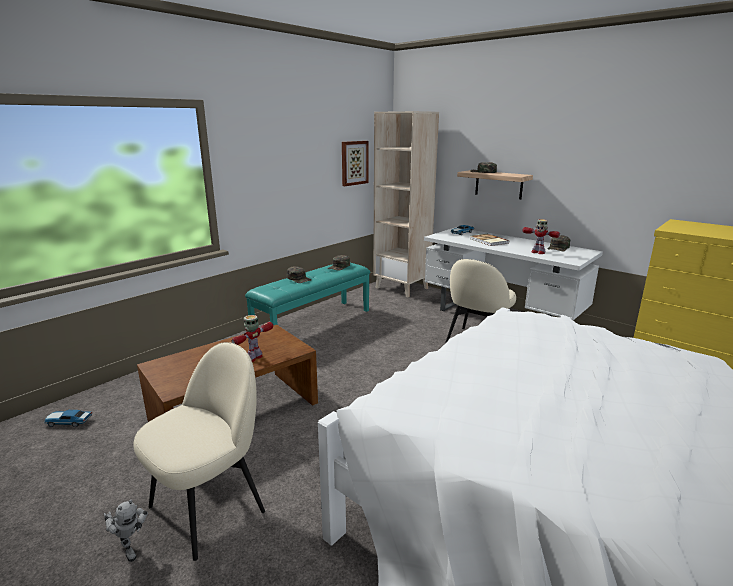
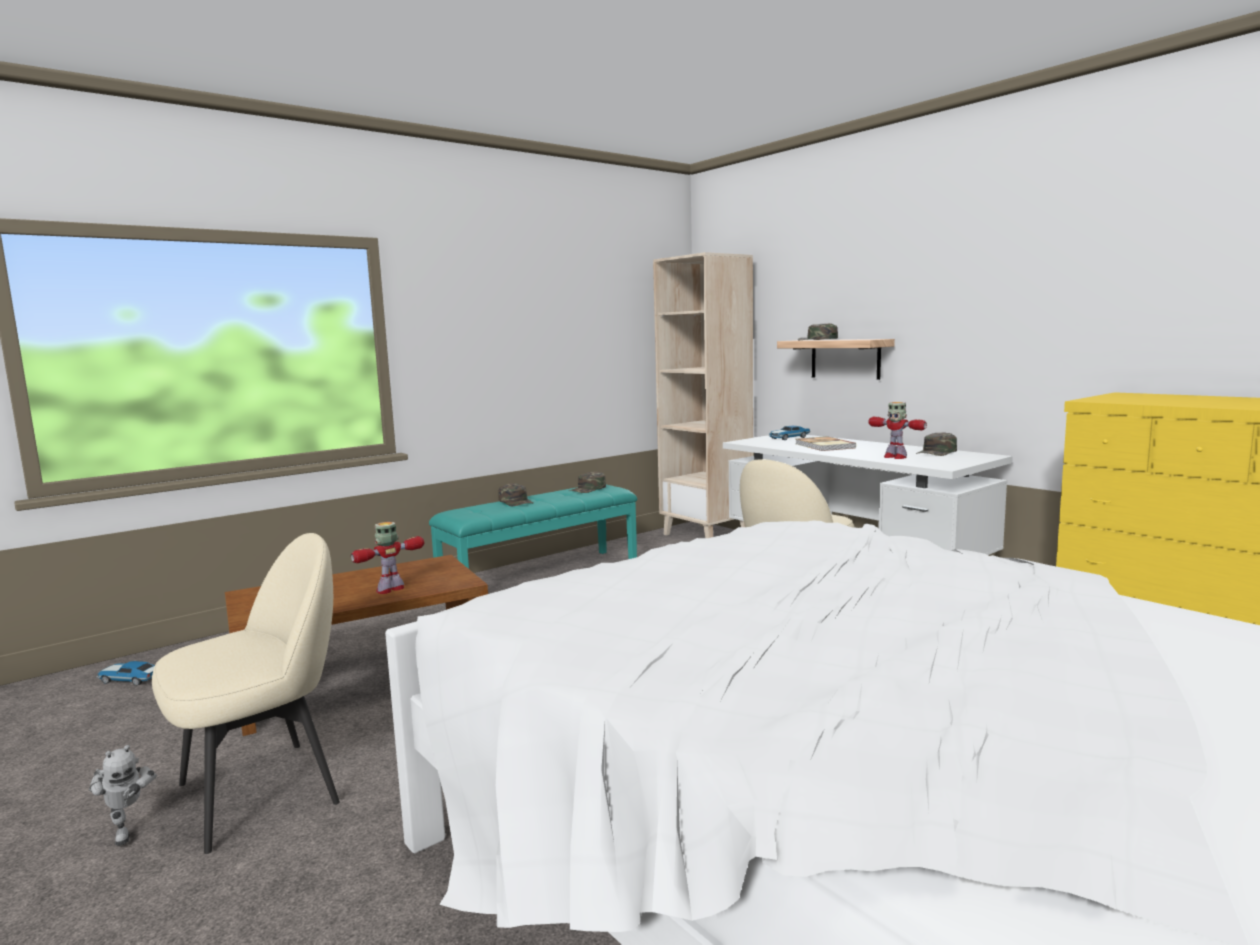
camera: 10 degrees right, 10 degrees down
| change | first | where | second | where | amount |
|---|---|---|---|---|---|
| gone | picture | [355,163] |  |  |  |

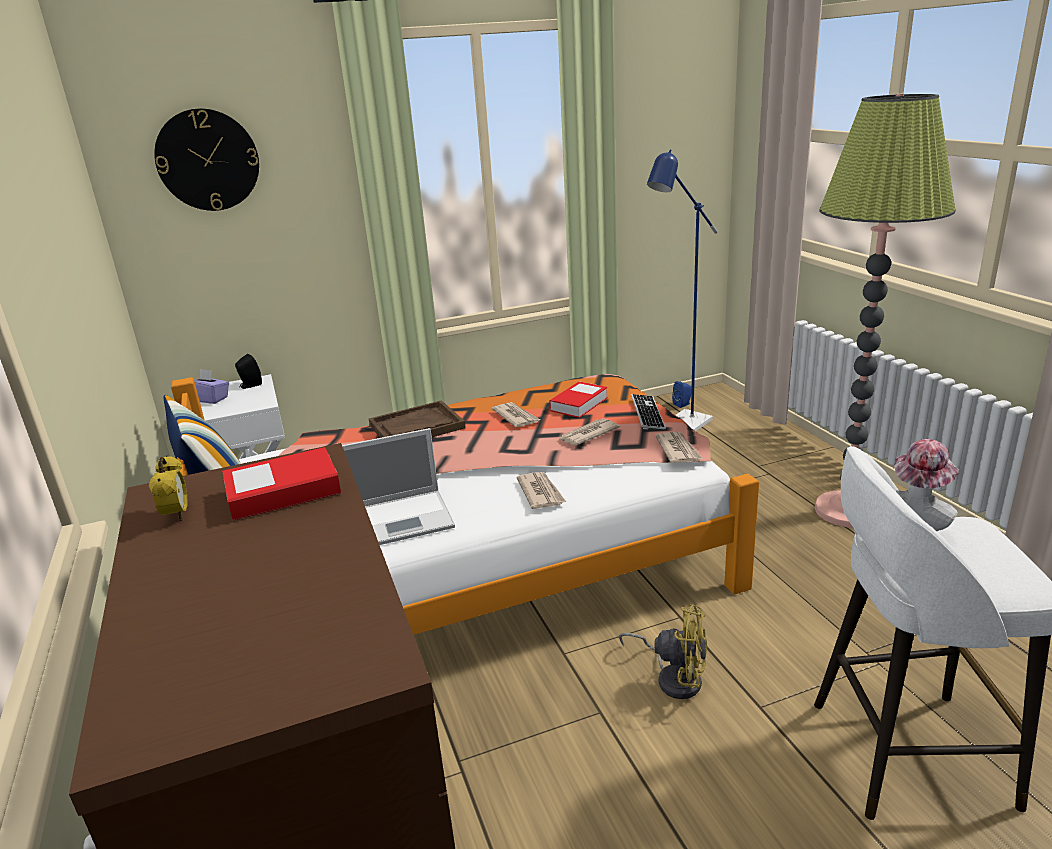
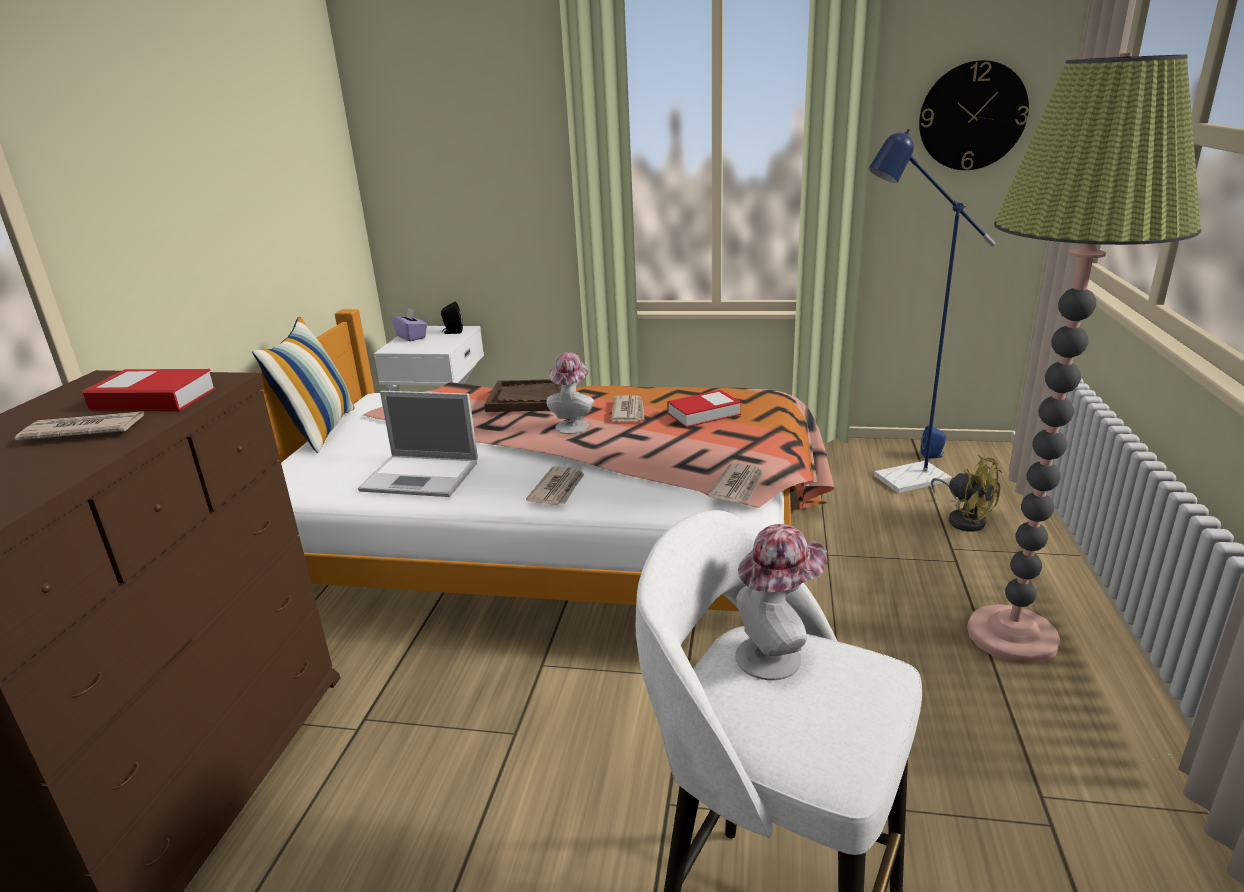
camera: 30 degrees right, 0 degrees up
| change | first | where | second | where | amount |
|---|---|---|---|---|---|
| gone | alarm clock | [168,488] |  |  |  |
| gone | keyboard | [648,412] |  |  |  |
| new |  |  | hat | [570,393] |  |
| shifted | wall clock | [206,159] |  | [974,115] |  |
| shifted | newspaper | [589,431] |  | [79,426] |  |
| shifted | fan/yellow | [663,651] |  | [967,493] |  |

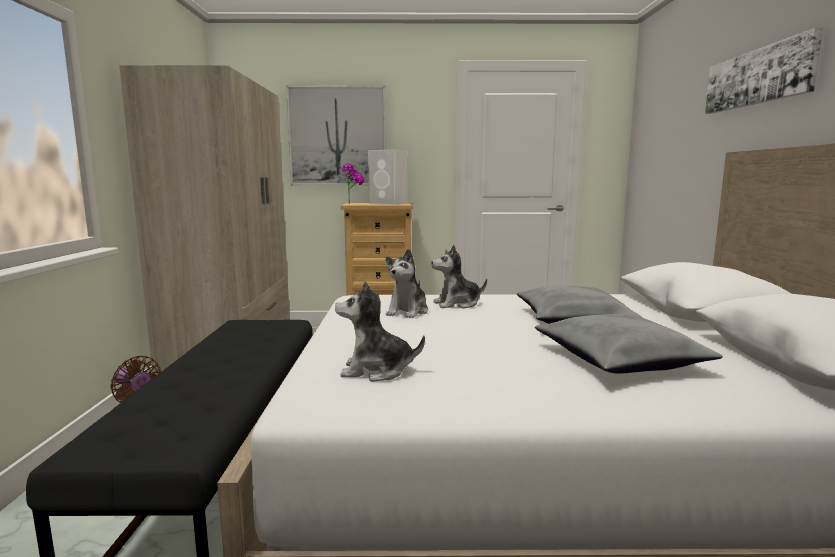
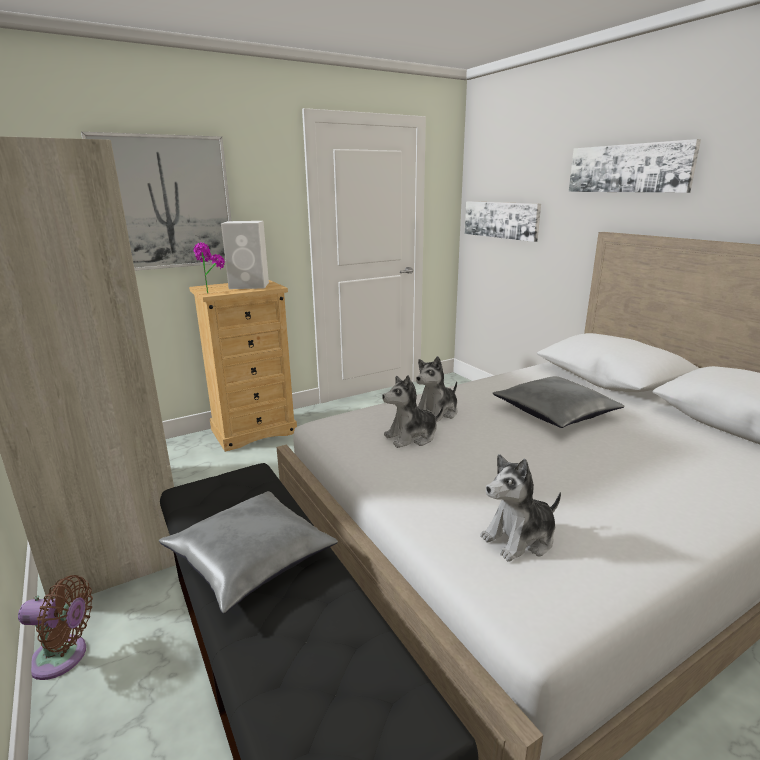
camera: 30 degrees left, 10 degrees up
| change | first | where | second | where | amount |
|---|---|---|---|---|---|
| new |  |  | picture | [503,221] |  |
| shifted | pillow/grey | [629,344] |  | [248,552] |  |
| rotated | plush toy | [407,283] |  | [412,411] | 75 degrees clockwise |

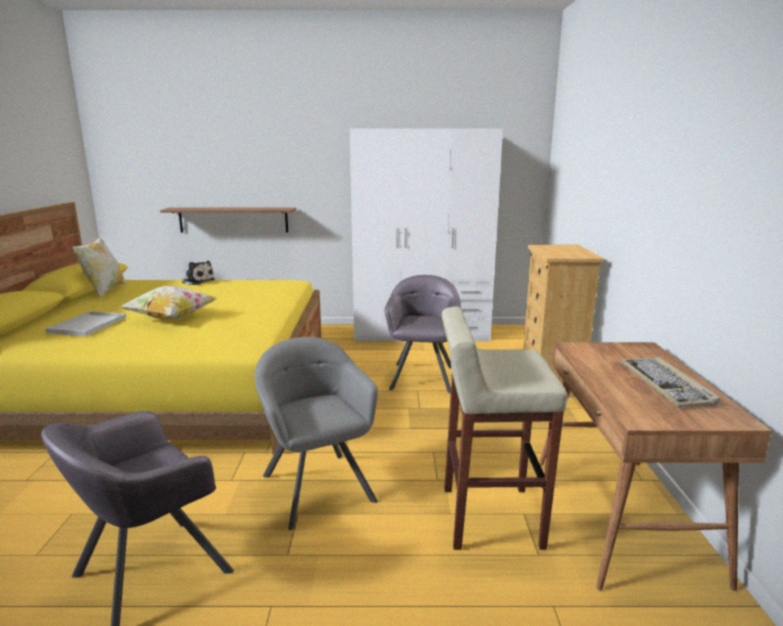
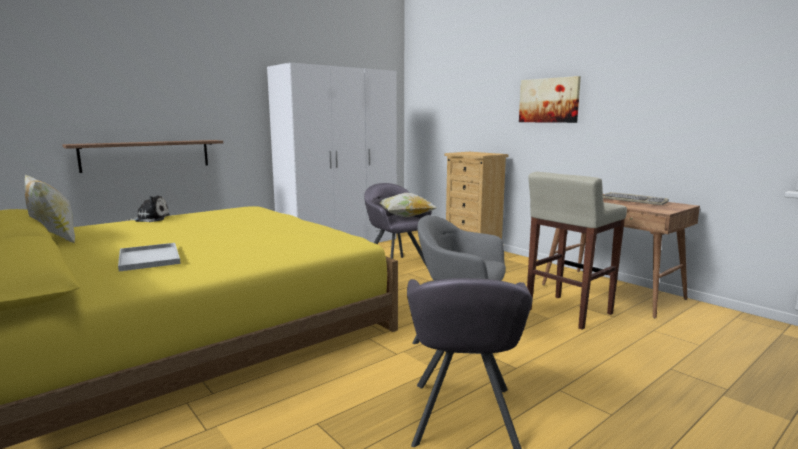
camera: 40 degrees left, 5 degrees down
| change | first | where | second | where | amount |
|---|---|---|---|---|---|
| new |  |  | picture | [550,99] |  |
| shifted | pillow | [168,303] |  | [408,205] |  |

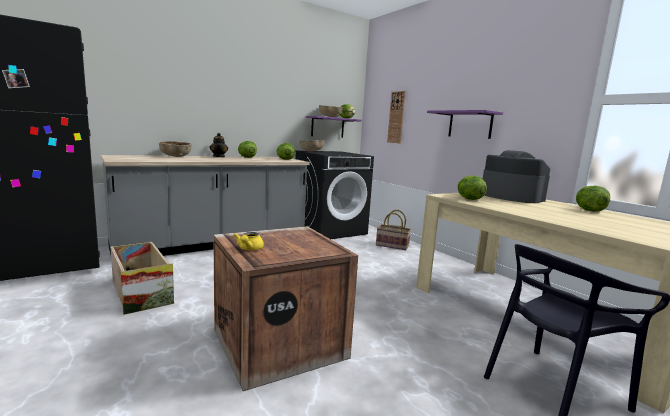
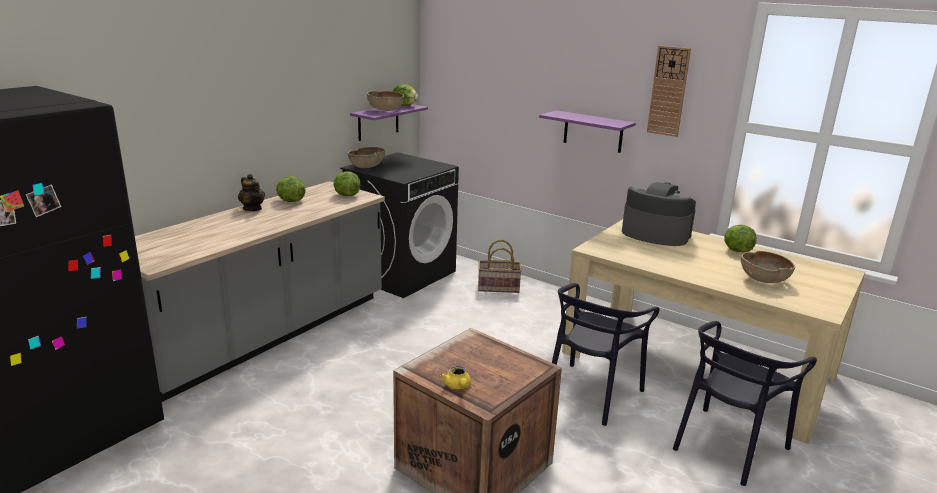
camera: 20 degrees left, 10 degrees up
| change | first | where | second | where | amount |
|---|---|---|---|---|---|
| gone | crate | [142,278] |  |  |  |
| gone | lettuce | [472,188] |  |  |  |
| new |  |  | chair/black | [605,354] |  |
| shifted | bowl/brown | [175,149] |  | [768,267] |  |
| shifted | wall clock | [396,117] |  | [669,91] |  |

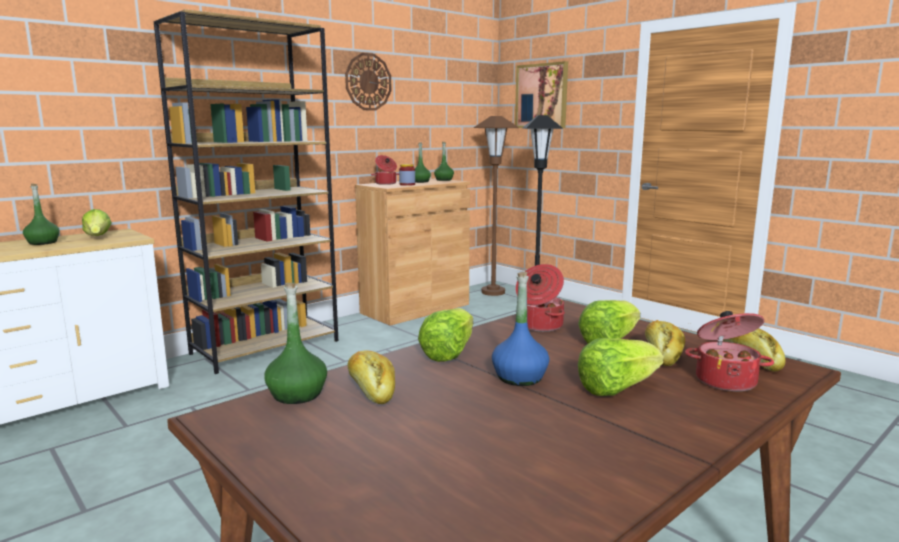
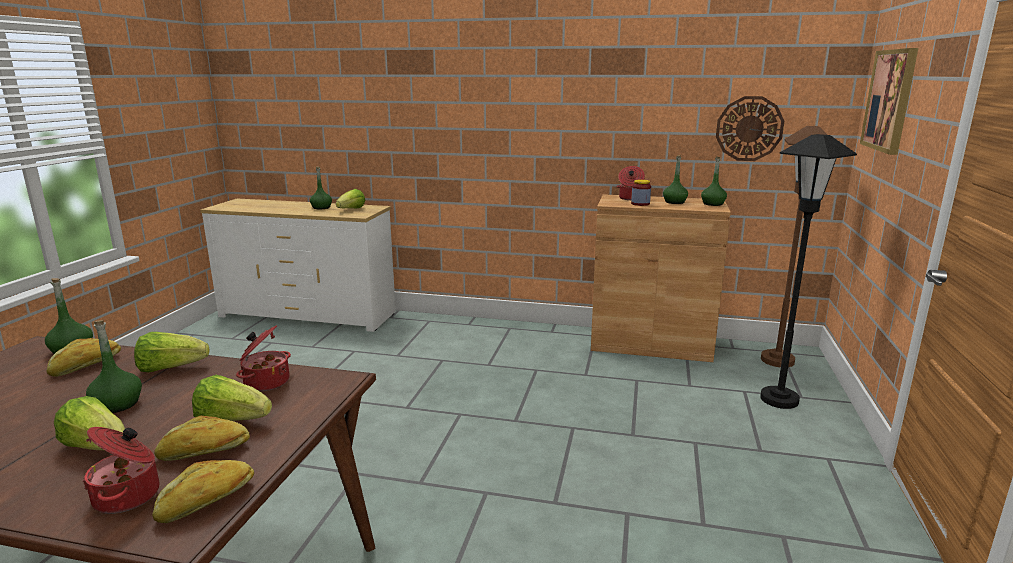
camera: 55 degrees right, 5 degrees up
| change | first | where | second | where | amount |
|---|---|---|---|---|---|
| gone | bookcase/brown | [246,191] |  |  |  |
| shifted | wall clock | [368,82] |  | [750,128] |  |
| repainted | bottle/blue | [520,329] | bottle/green | [114,366] |  |

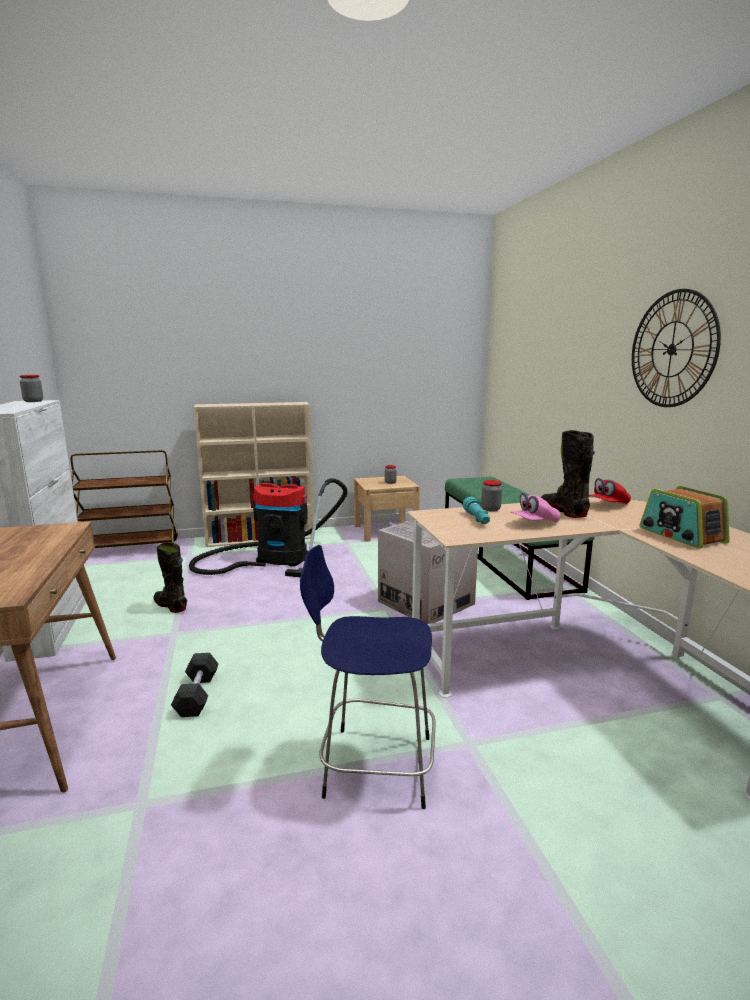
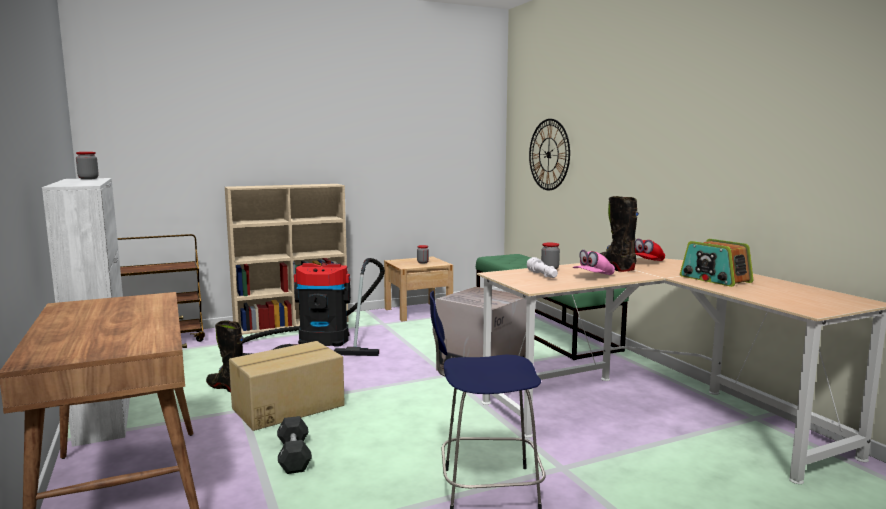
camera: 10 degrees left, 5 degrees down
| change | first | where | second | where | amount |
|---|---|---|---|---|---|
| new |  |  | cardboard box | [287,386] |  |
| shifted | wall clock | [676,348] |  | [549,154] |  |
| repainted | flashlight/turquoise | [476,510] | flashlight/white | [542,267] |  |

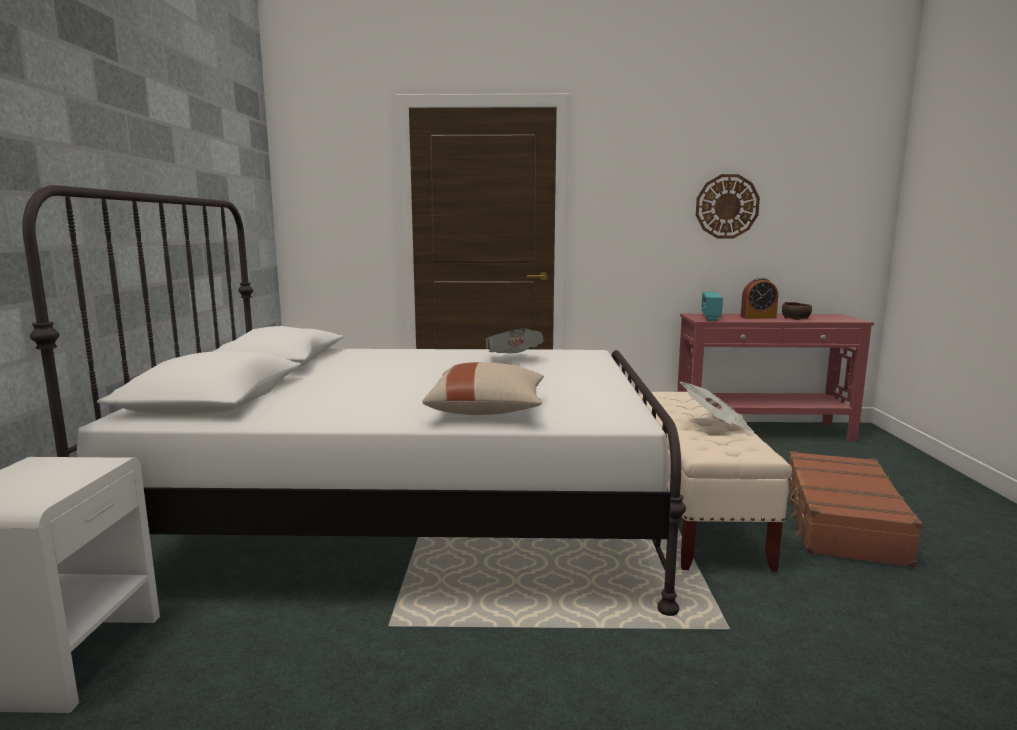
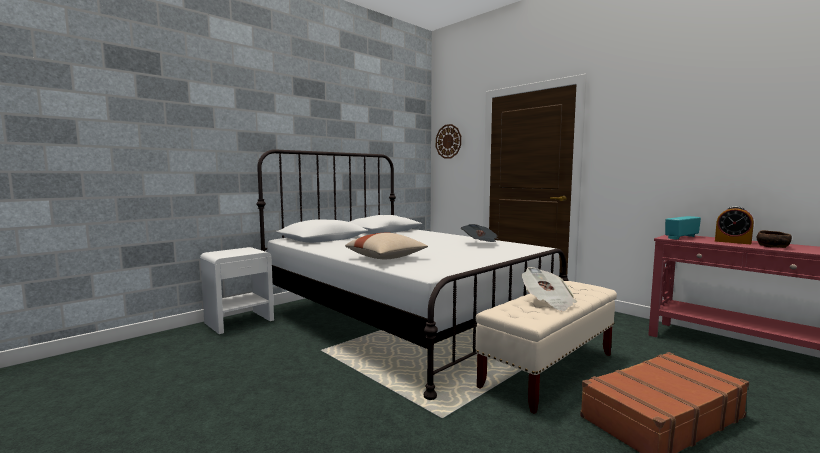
camera: 45 degrees right, 5 degrees down
| change | first | where | second | where | amount |
|---|---|---|---|---|---|
| shifted | wall clock | [728,206] |  | [448,141] |  |

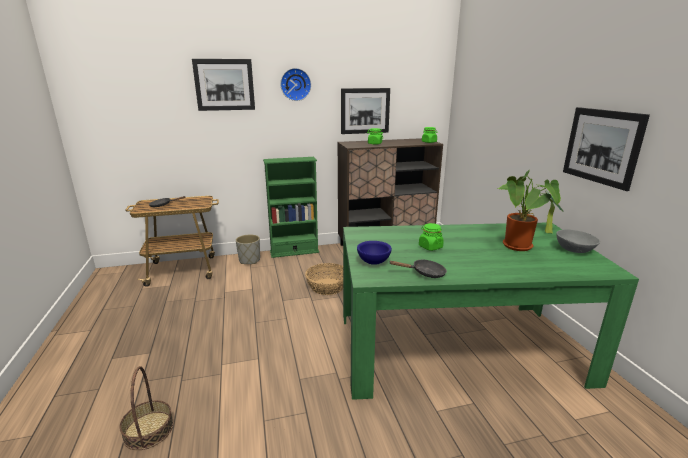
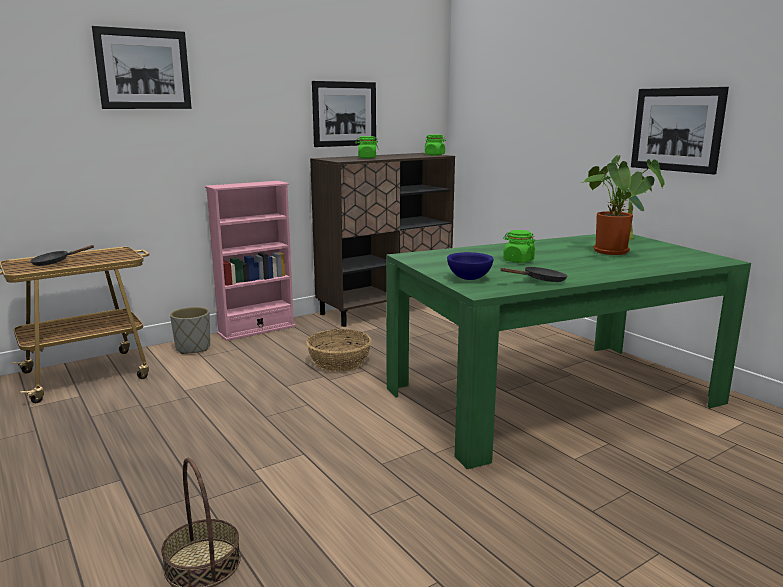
camera: 20 degrees left, 5 degrees down
| change | first | where | second | where | amount |
|---|---|---|---|---|---|
| gone | wall clock | [295,84] |  |  |  |
| gone | bowl/grey | [578,241] |  |  |  |
| repainted | bookcase/green | [291,207] | bookcase/pink | [250,261] |  |

